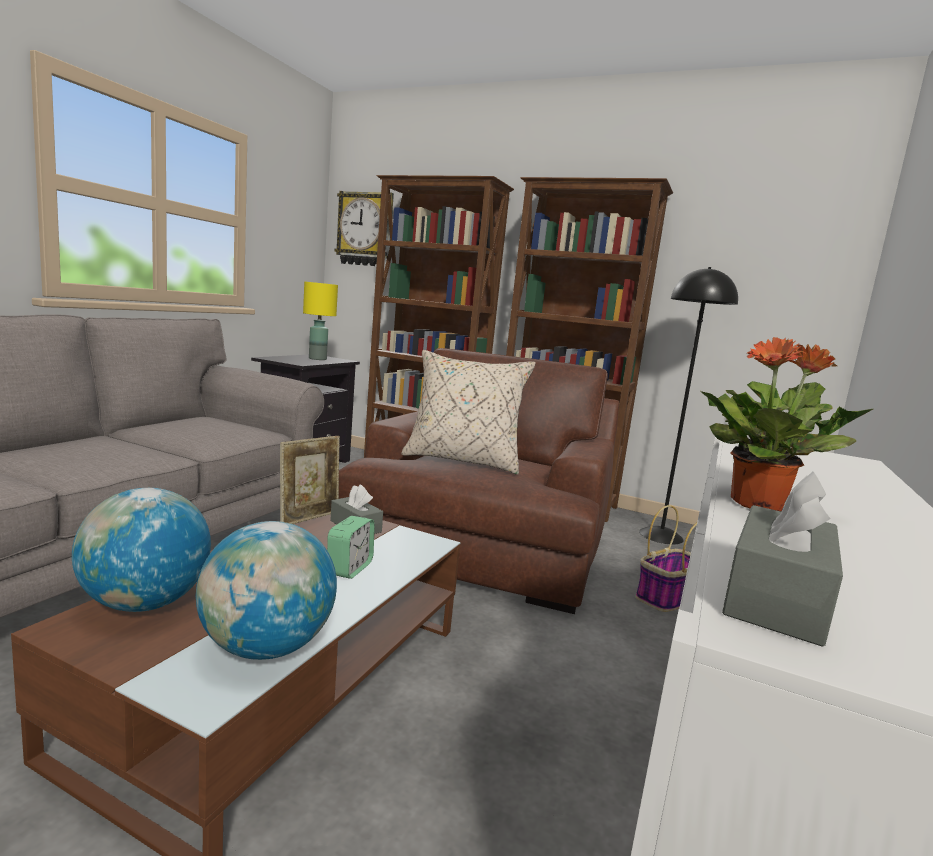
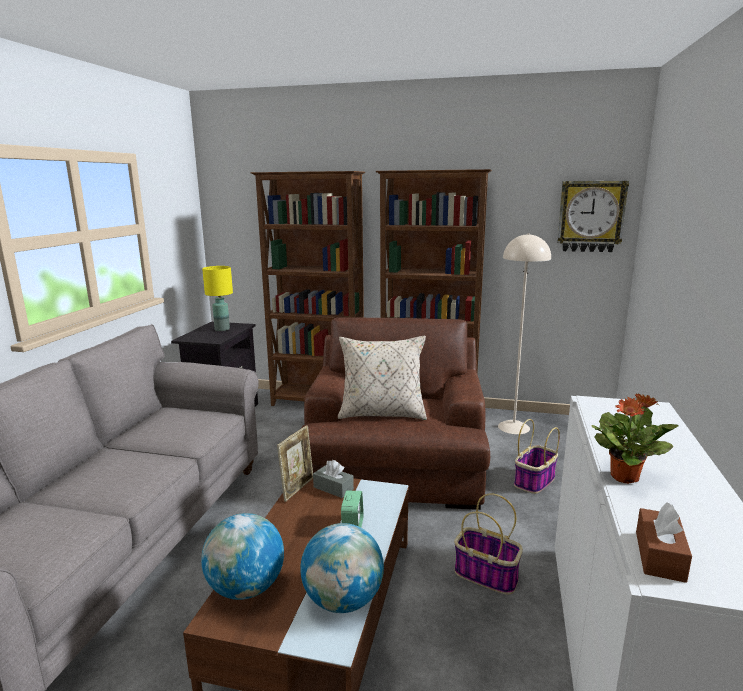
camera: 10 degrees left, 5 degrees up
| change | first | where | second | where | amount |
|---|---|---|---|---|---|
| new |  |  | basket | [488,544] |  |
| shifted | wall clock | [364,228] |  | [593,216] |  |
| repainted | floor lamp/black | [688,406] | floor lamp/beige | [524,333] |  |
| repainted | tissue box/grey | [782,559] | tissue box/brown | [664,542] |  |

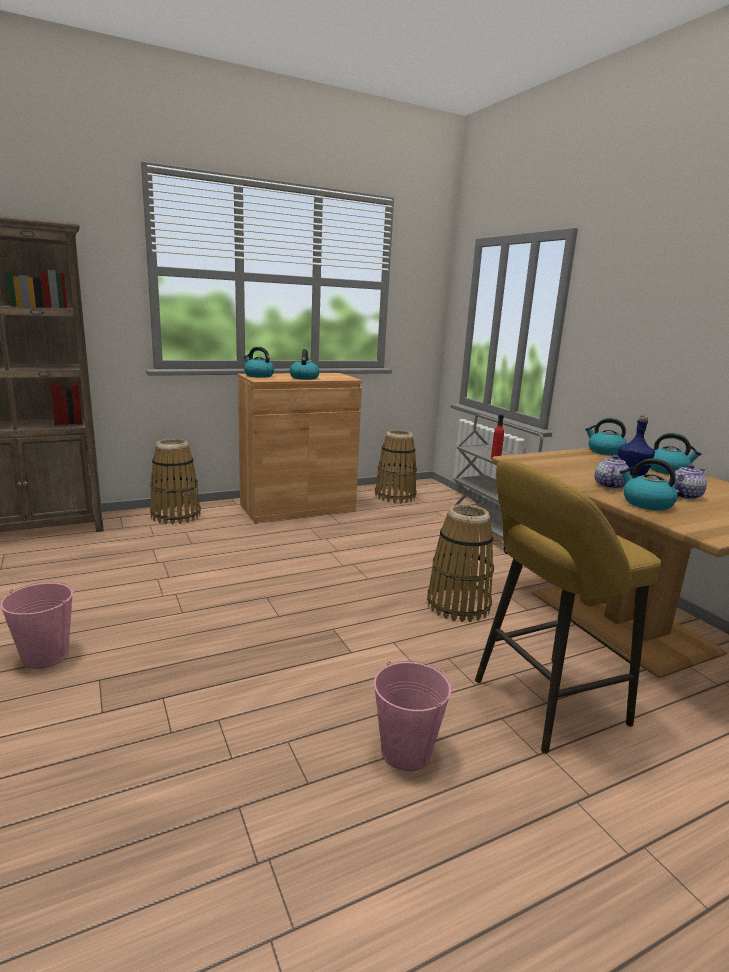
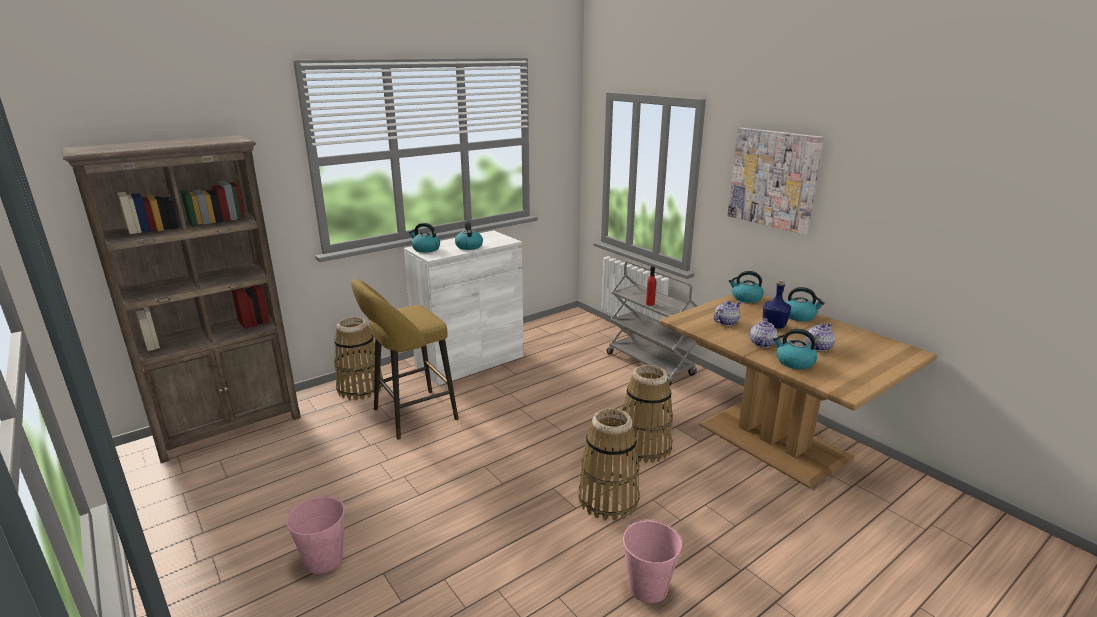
camera: 10 degrees left, 5 degrees up
| change | first | where | second | where | amount |
|---|---|---|---|---|---|
| new |  |  | teapot | [728,313] |  |
| new |  |  | picture | [775,181] |  |
| shifted | basket | [396,467] |  | [609,464] |  |
| shifted | stool/yellow | [568,606] |  | [404,359] |  |
| repainted | cabinet/brown | [300,448] | cabinet/white | [464,308] |  |

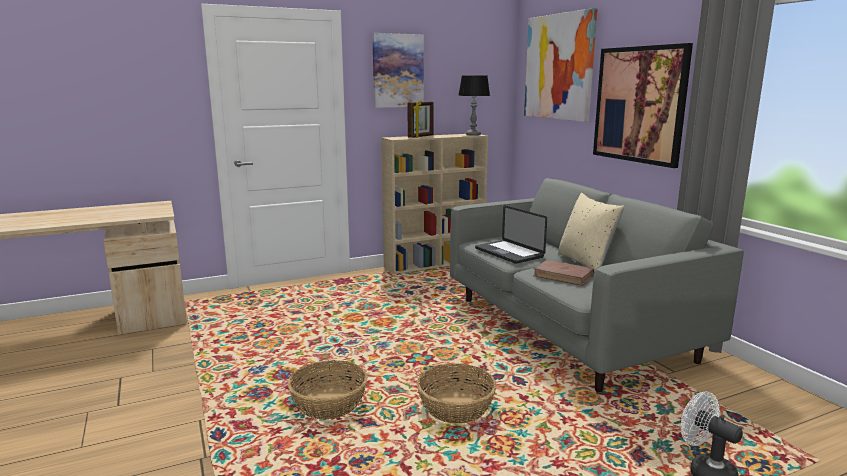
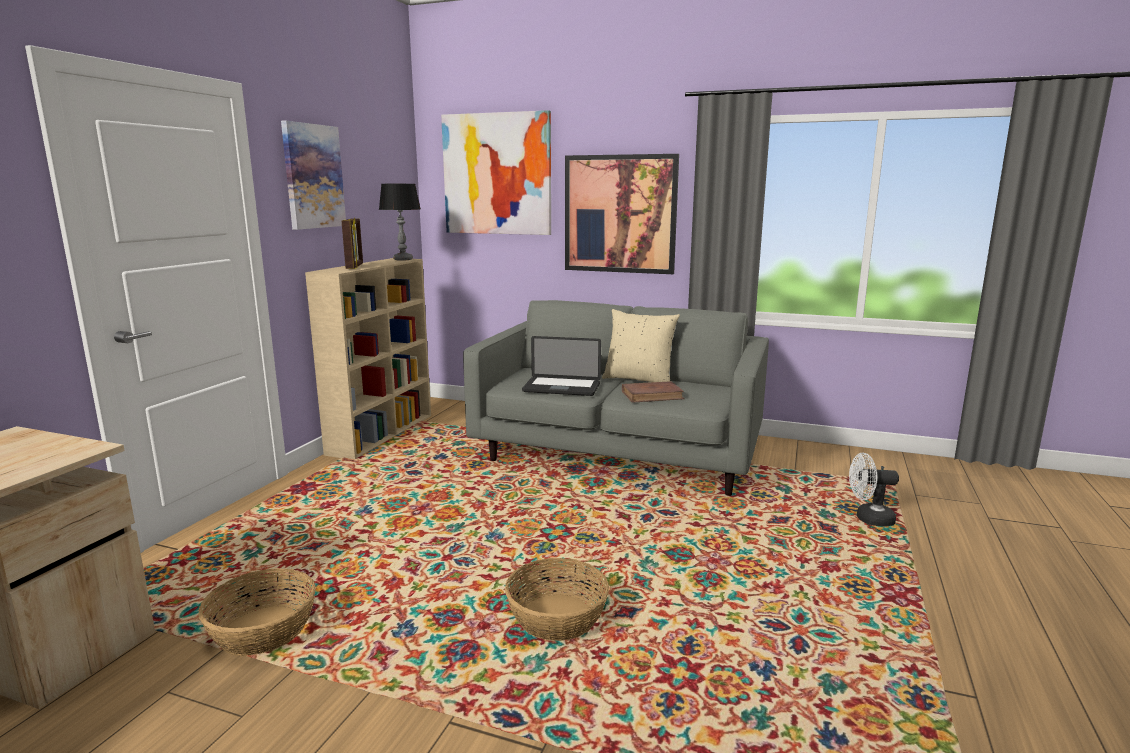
camera: 45 degrees left, 0 degrees up
| change | first | where | second | where | amount |
|---|---|---|---|---|---|
| shifted | basket | [457,393] |  | [257,612] |  |

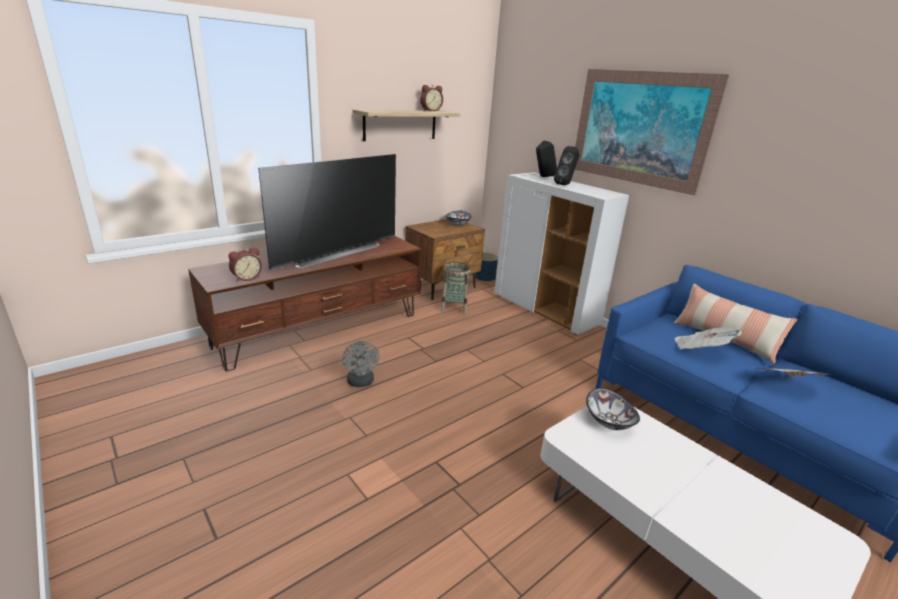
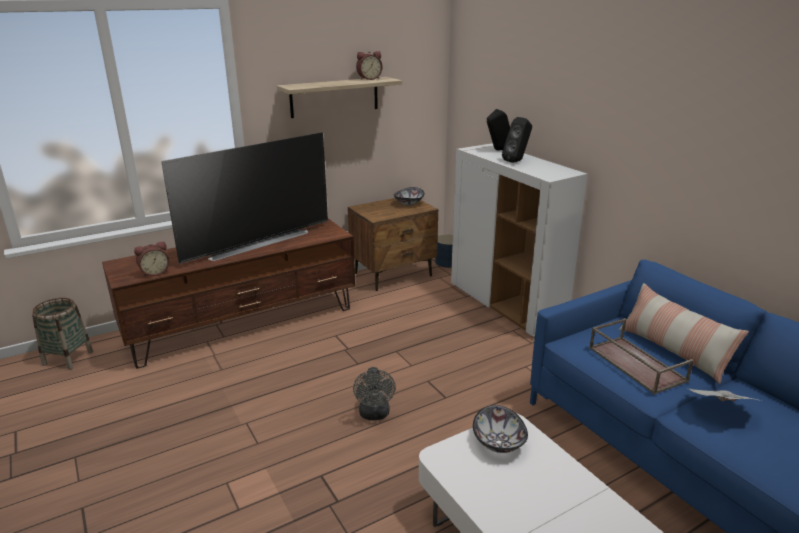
camera: 10 degrees right, 0 degrees up
| change | first | where | second | where | amount |
|---|---|---|---|---|---|
| gone | picture | [652,132] |  |  |  |
| shifted | fan/grey | [361,364] |  | [374,393] |  |
| shifted | basket | [456,288] |  | [62,334] |  |
| swapped | newspaper | [708,337] | tray/brown | [641,356] |  |

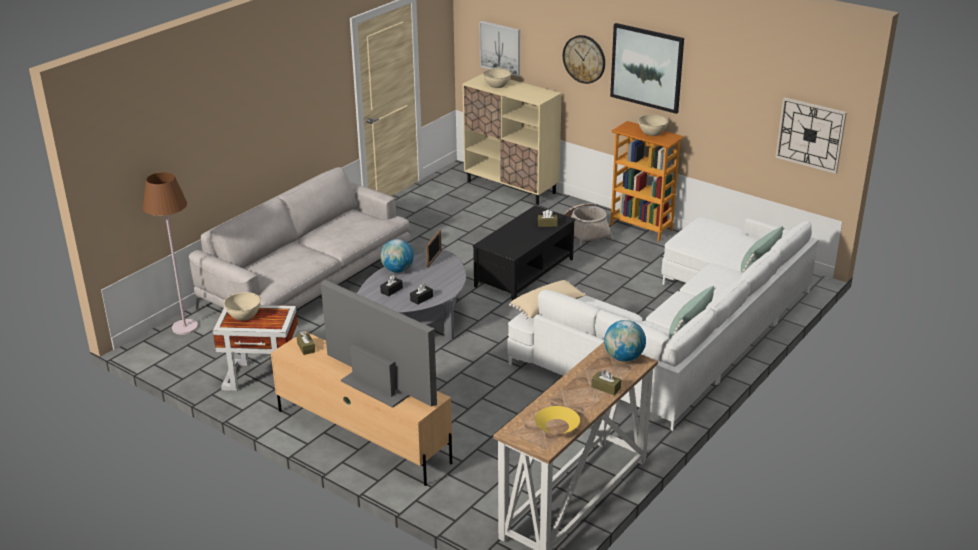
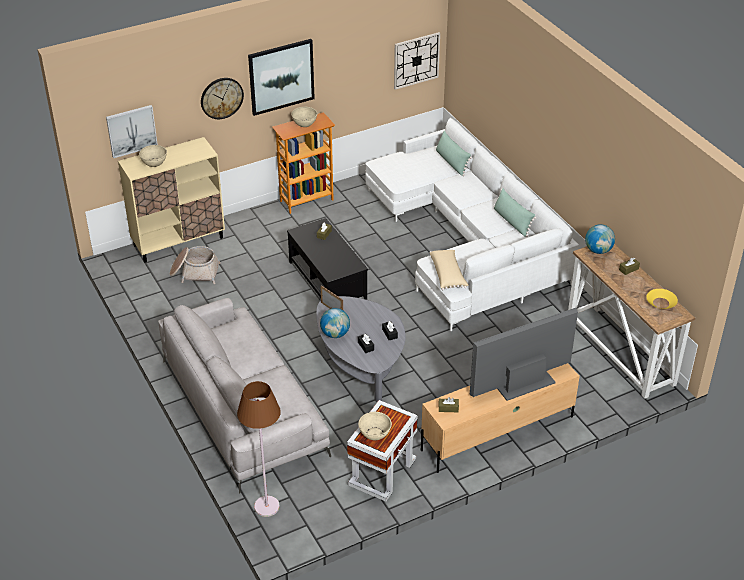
camera: 65 degrees left, 10 degrees up
| change | first | where | second | where | amount |
|---|---|---|---|---|---|
| shifted | basket | [588,224] |  | [195,265] |  |

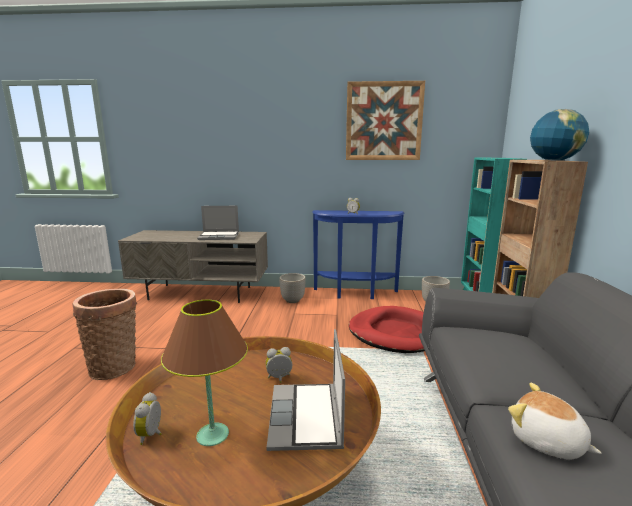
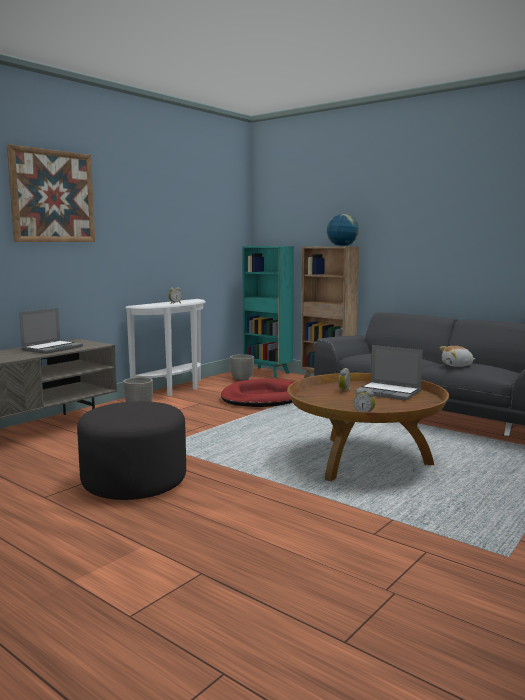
camera: 55 degrees left, 5 degrees down
| change | first | where | second | where | amount |
|---|---|---|---|---|---|
| gone | table lamp/brown | [204,373] |  |  |  |
| shifted | picture | [385,120] |  | [51,193] |  |
| swapped | basket | [105,334] | ottoman/grey | [131,450] |  |
| repainted | console table/blue | [358,254] | console table/white | [165,347] |  |

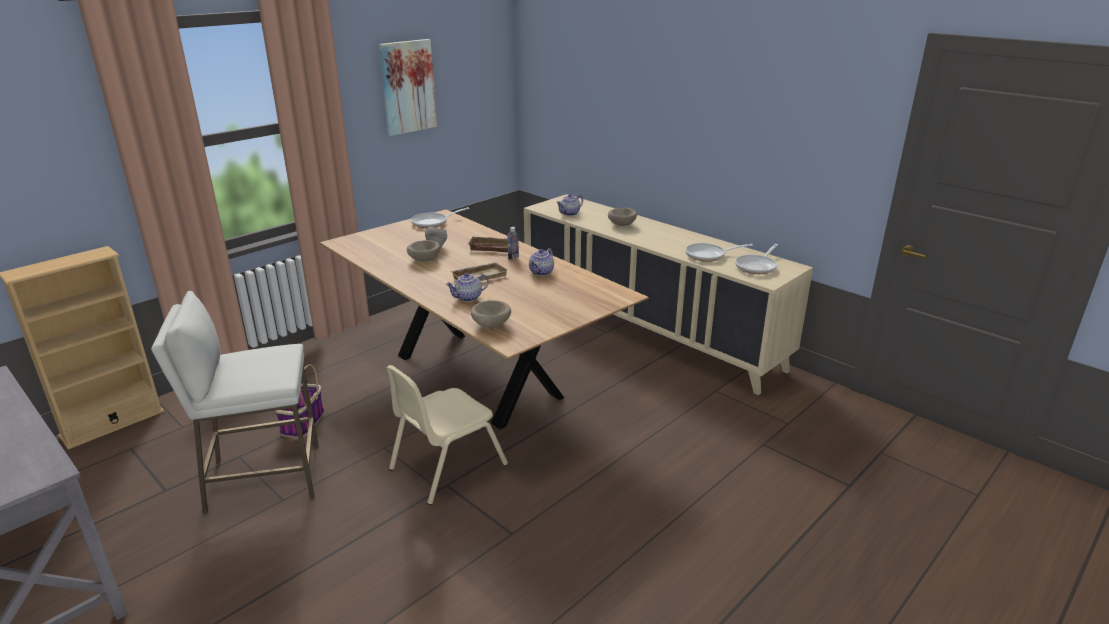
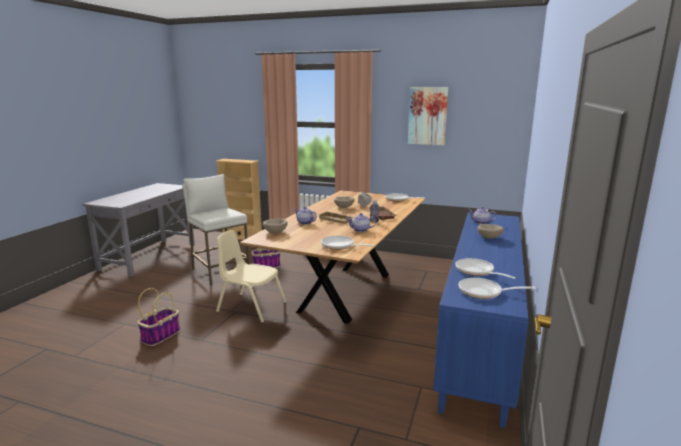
camera: 65 degrees right, 10 degrees down
| change | first | where | second | where | amount |
|---|---|---|---|---|---|
| new |  |  | basket | [158,317] |  |
| new |  |  | frying pan | [347,243] |  |
| repainted | cabinet/beige | [668,294] | cabinet/blue | [480,320] |  |

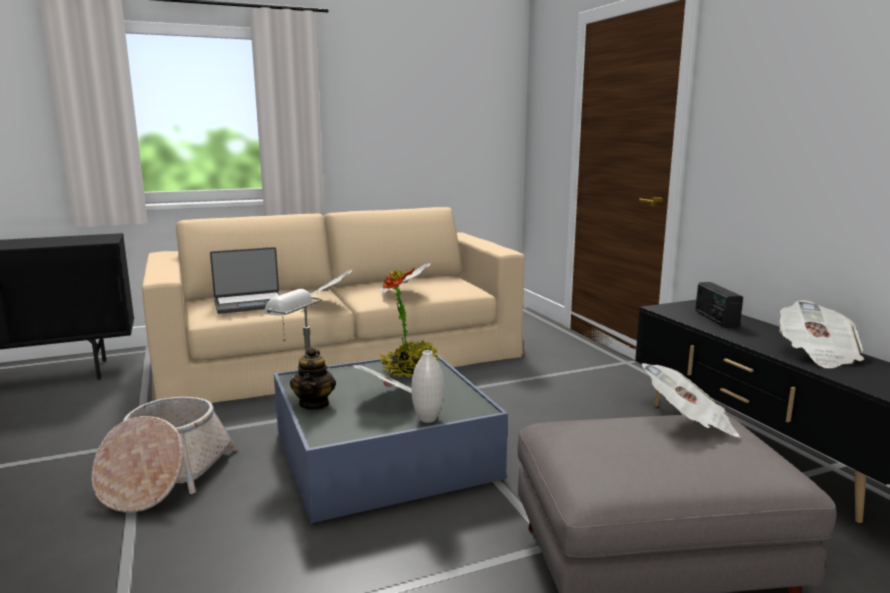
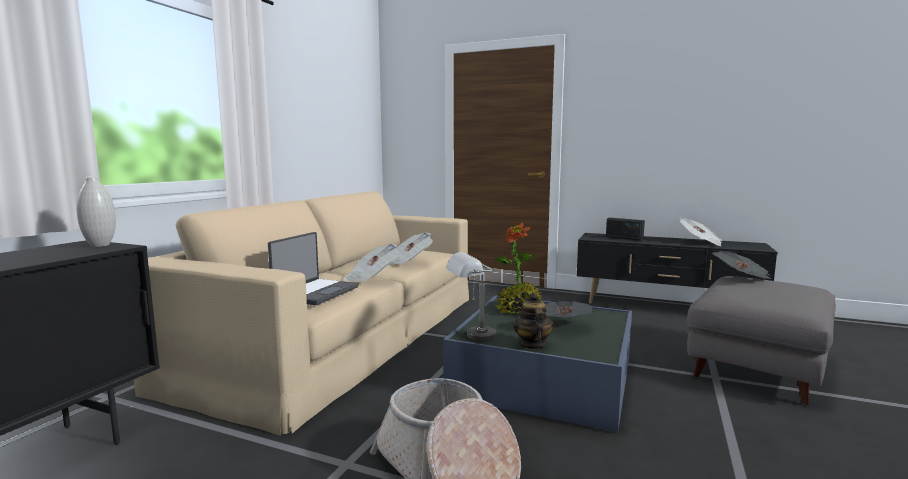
camera: 45 degrees left, 5 degrees down
| change | first | where | second | where | amount |
|---|---|---|---|---|---|
| shifted | vase/white | [427,386] |  | [96,211] |  |
| rotated | teapot | [313,378] |  | [533,321] | 135 degrees counterclockwise |

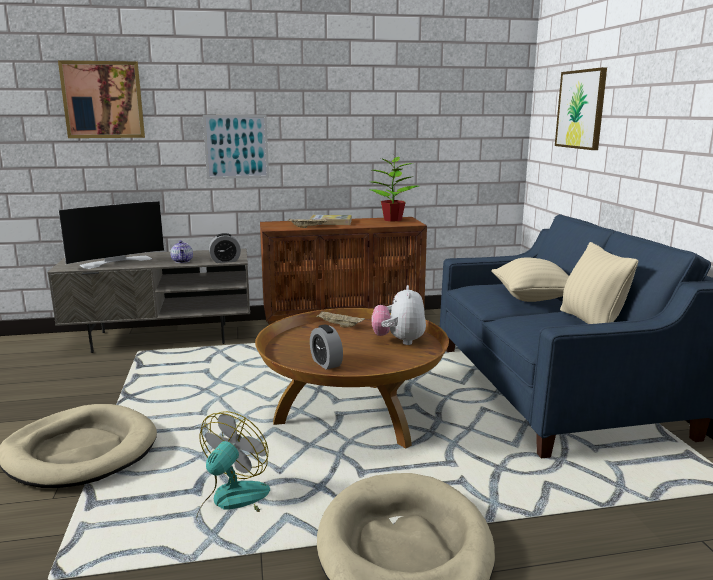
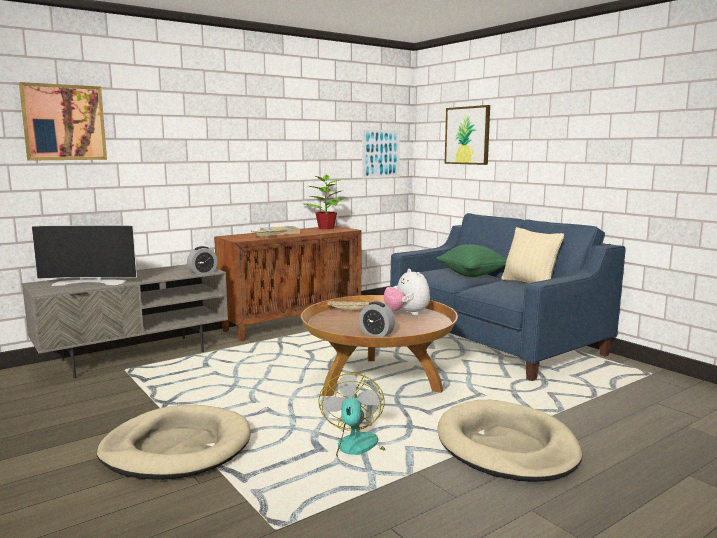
camera: 25 degrees left, 5 degrees down
| change | first | where | second | where | amount |
|---|---|---|---|---|---|
| gone | teapot | [181,251] |  |  |  |
| shifted | picture | [236,147] |  | [381,154] |  |
| repainted | pillow/beige | [530,279] | pillow/green | [471,260] |  |
| rotated | television | [111,235] |  | [84,255] | 60 degrees clockwise |

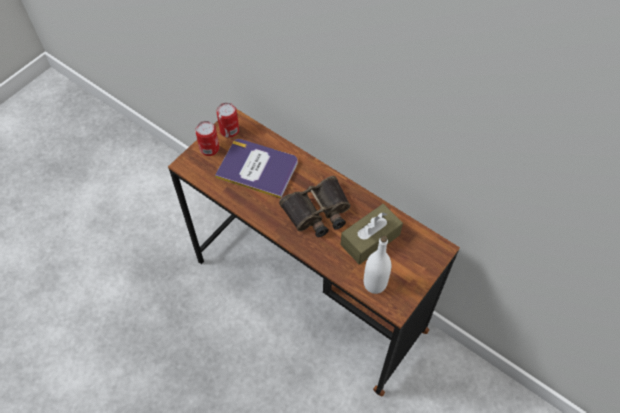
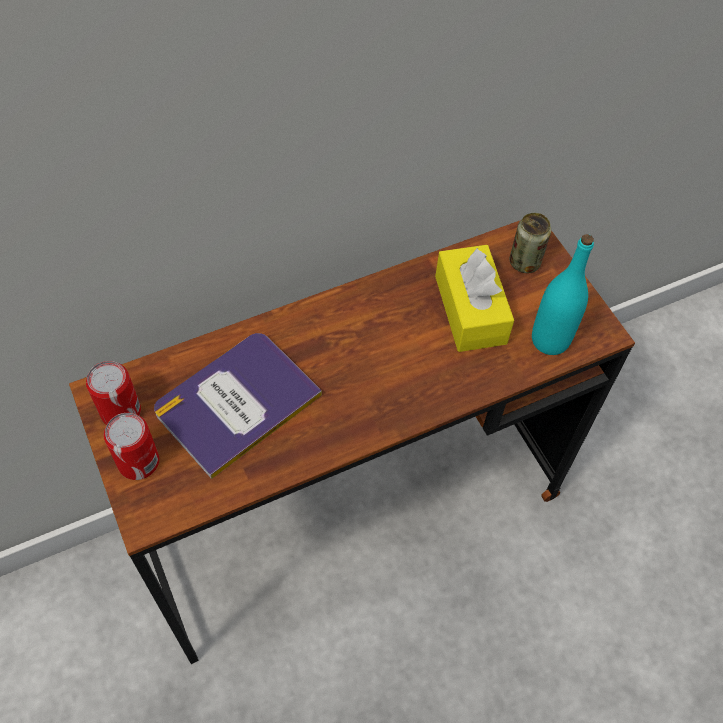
camera: 65 degrees left, 0 degrees up
| change | first | where | second | where | amount |
|---|---|---|---|---|---|
| gone | binoculars | [315,206] |  |  |  |
| new |  |  | can | [530,243] |  |
| repainted | tissue box/brown | [372,234] | tissue box/yellow | [474,298] |  |
| repainted | bottle/white | [377,265] | bottle/turquoise | [563,294] |  |

